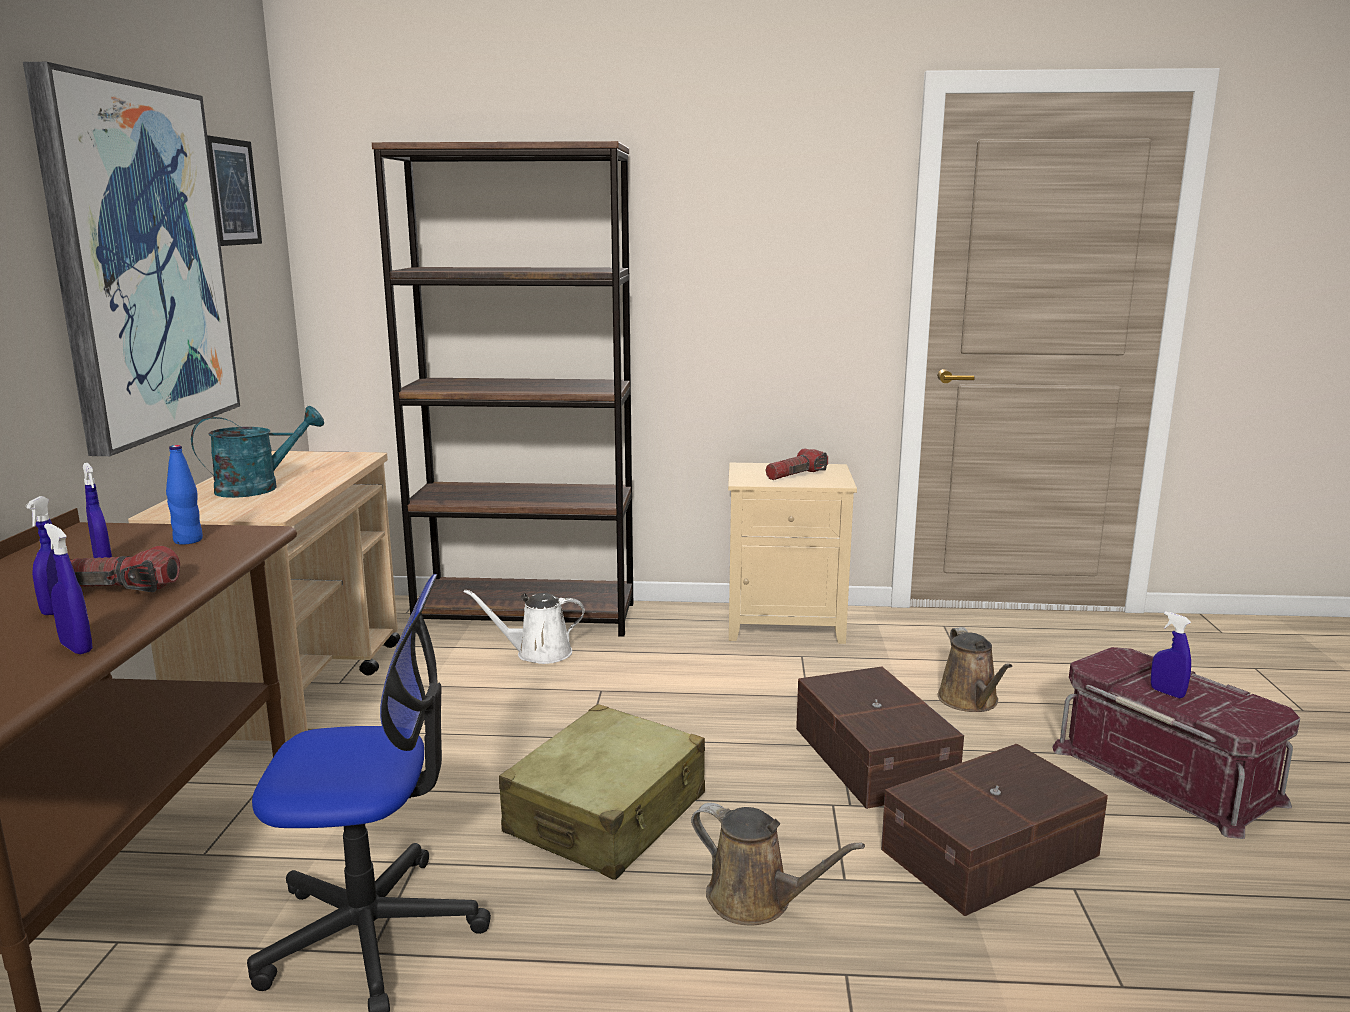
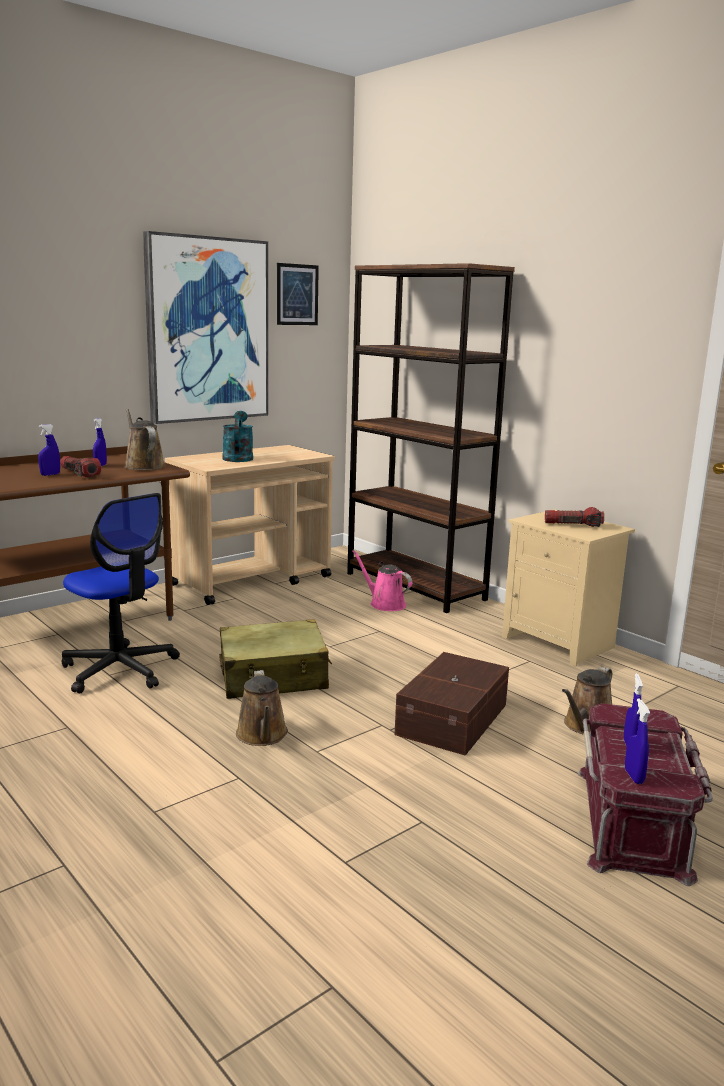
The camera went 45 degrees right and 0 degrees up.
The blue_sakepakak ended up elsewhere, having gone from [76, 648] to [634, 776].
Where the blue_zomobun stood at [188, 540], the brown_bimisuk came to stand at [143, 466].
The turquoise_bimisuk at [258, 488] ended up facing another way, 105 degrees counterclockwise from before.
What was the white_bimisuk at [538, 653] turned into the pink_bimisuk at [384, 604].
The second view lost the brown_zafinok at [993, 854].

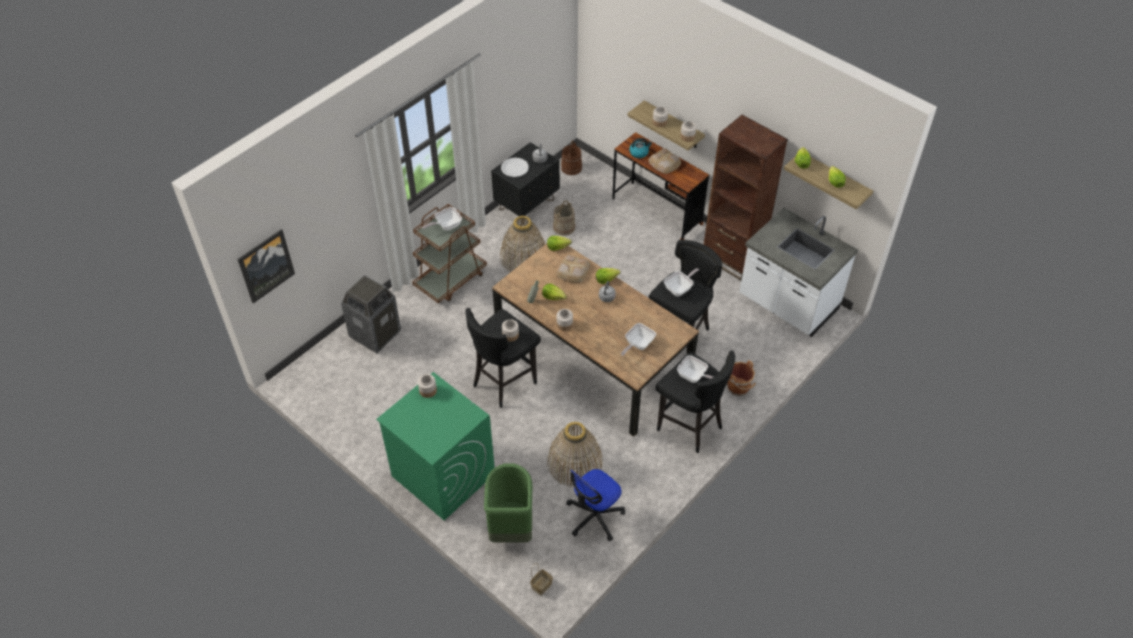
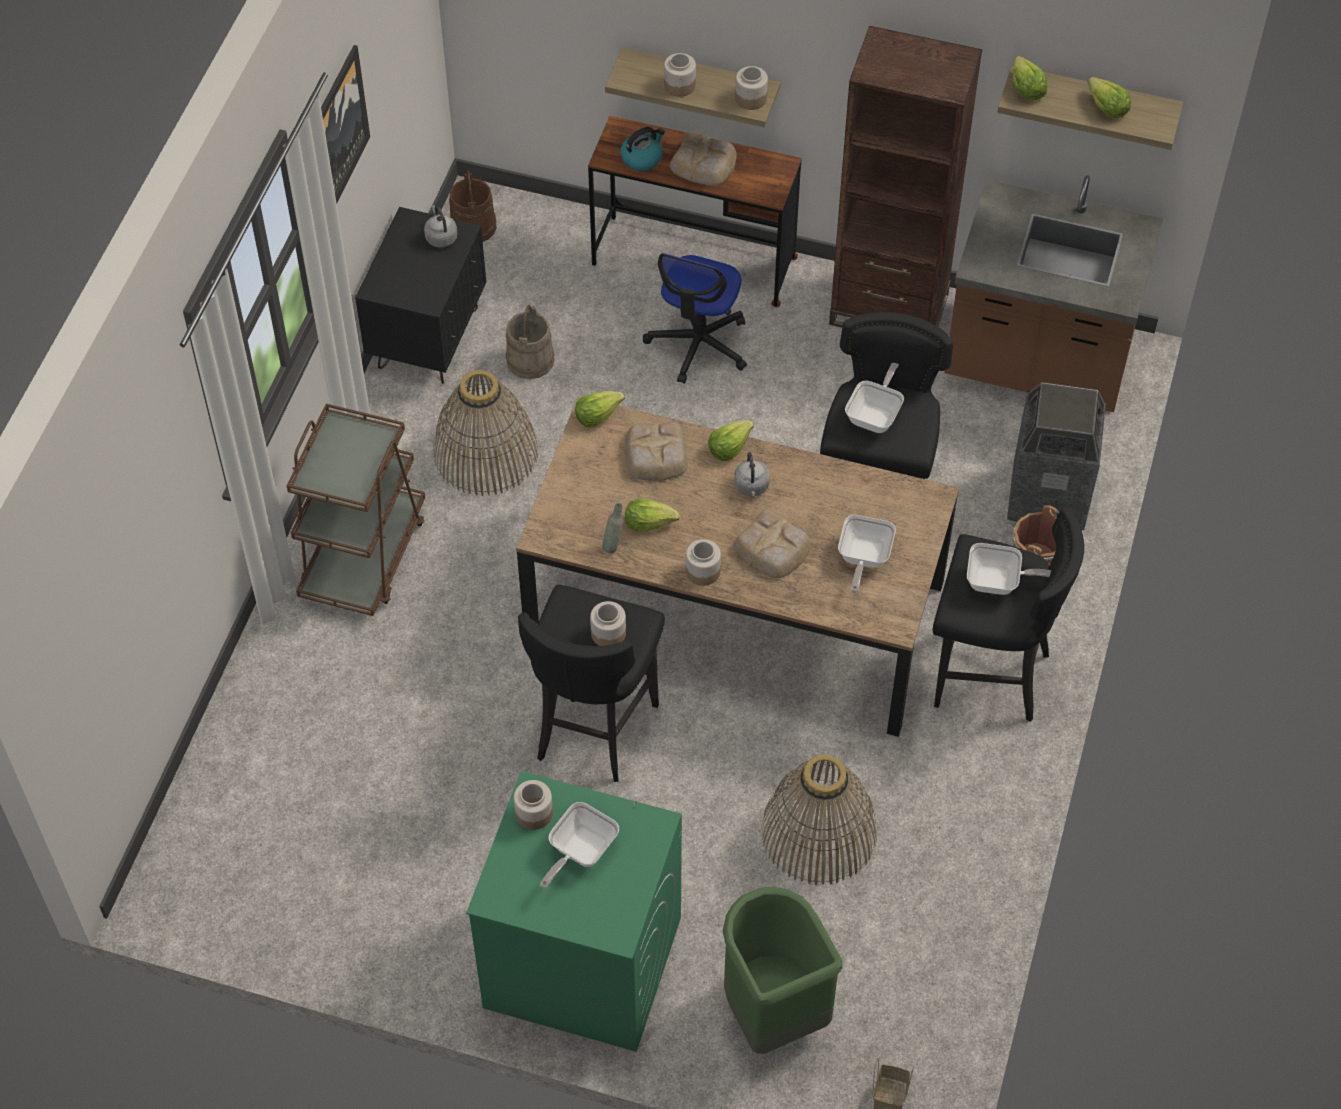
The camera went 25 degrees left and 5 degrees up.
The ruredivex ended up elsewhere, having gone from [265, 265] to [339, 127].
The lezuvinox ended up elsewhere, having gone from [375, 333] to [1048, 495].
The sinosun ended up elsewhere, having gone from [446, 226] to [579, 852].
The second view lost the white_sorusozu at [515, 168].
The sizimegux ended up elsewhere, having gone from [594, 516] to [698, 344].
What was the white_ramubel at [787, 304] turned into the brown_ramubel at [1037, 363].
The second view gained the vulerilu at [772, 549].

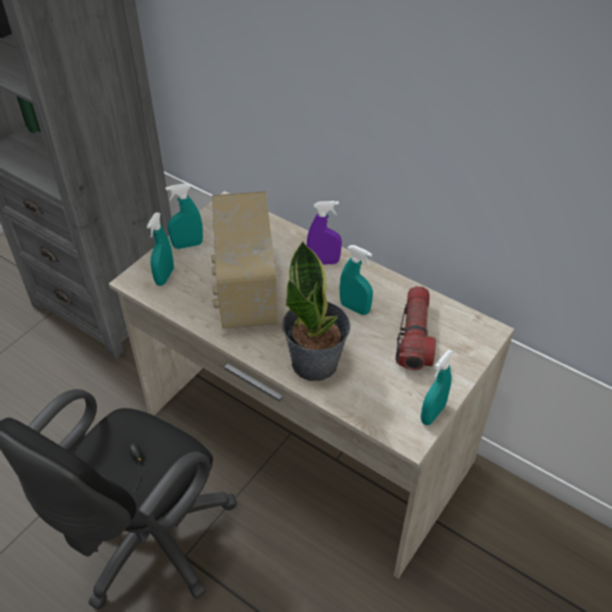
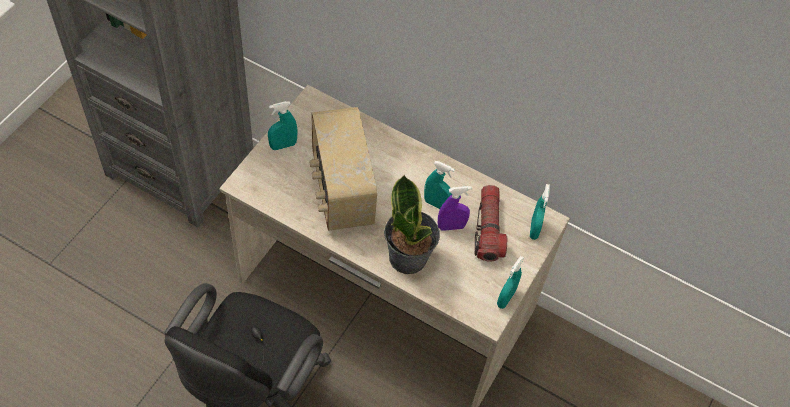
The camera went 10 degrees left and 10 degrees up.
The turquoise_sakepakak ended up elsewhere, having gone from [164, 277] to [534, 229].
The purple_sakepakak ended up elsewhere, having gone from [323, 262] to [451, 226].

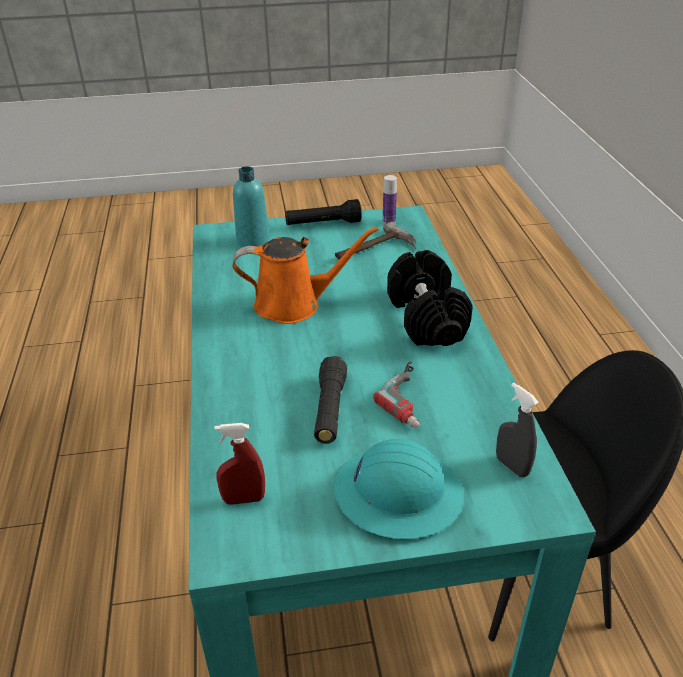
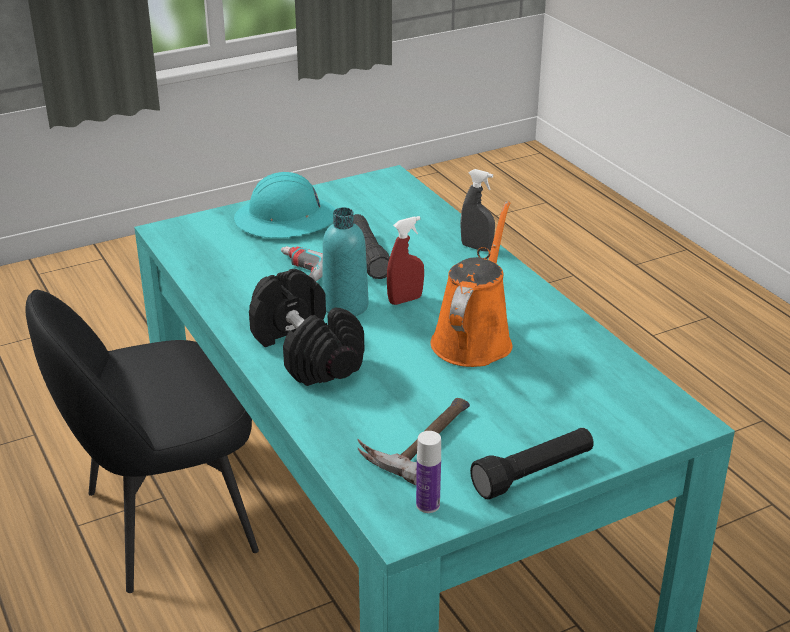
The camera went 160 degrees right and 5 degrees down.
The red_sakepakak ended up elsewhere, having gone from [243, 499] to [405, 300].
The turquoise_zomobun ended up elsewhere, having gone from [253, 241] to [345, 306].
The orange_bimisuk at [294, 304] ended up facing another way, 135 degrees clockwise from before.
The grey_sakepakak ended up elsewhere, having gone from [512, 466] to [476, 247].

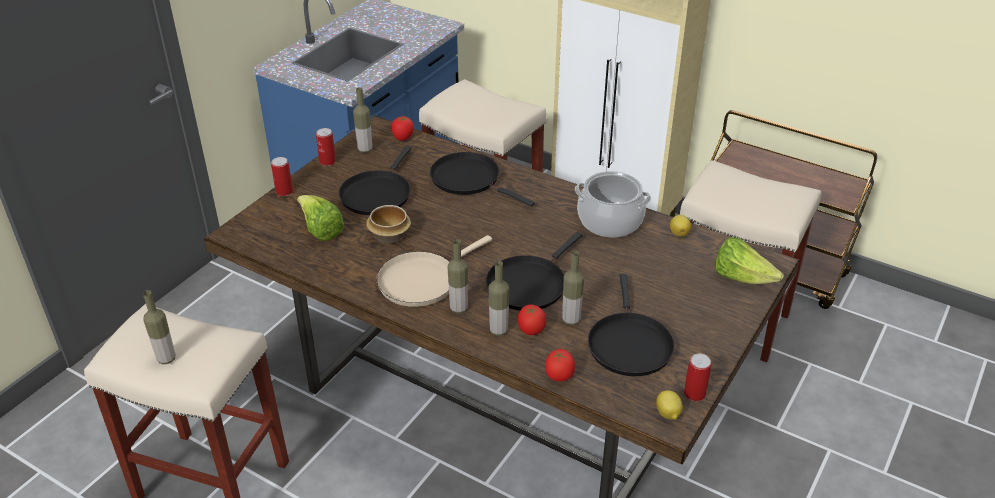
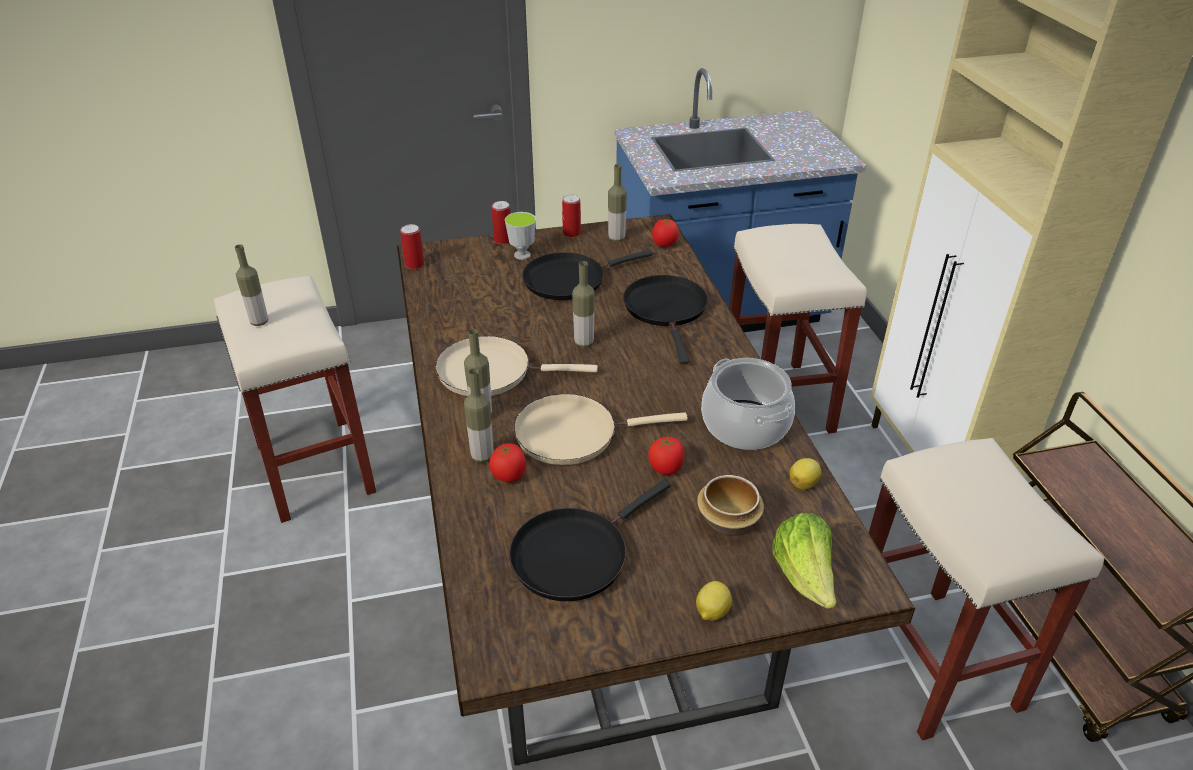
The camera went 45 degrees right and 0 degrees up.
The second view lost the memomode at [320, 230].
The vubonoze ended up elsewhere, having gone from [389, 235] to [728, 519].
What was the black_sinosun at [529, 284] turned into the beige_sinosun at [573, 433].
The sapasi ended up elsewhere, having gone from [559, 375] to [666, 468].
The zomobun ended up elsewhere, having gone from [571, 320] to [584, 343].
The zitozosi ended up elsewhere, having gone from [668, 414] to [711, 612].
The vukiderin ended up elsewhere, having gone from [694, 393] to [414, 264].
The second view gained the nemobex at [522, 255].

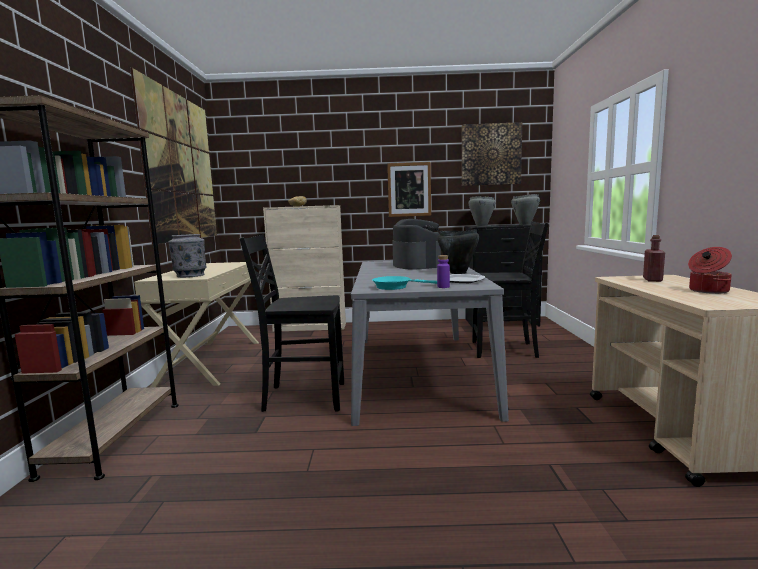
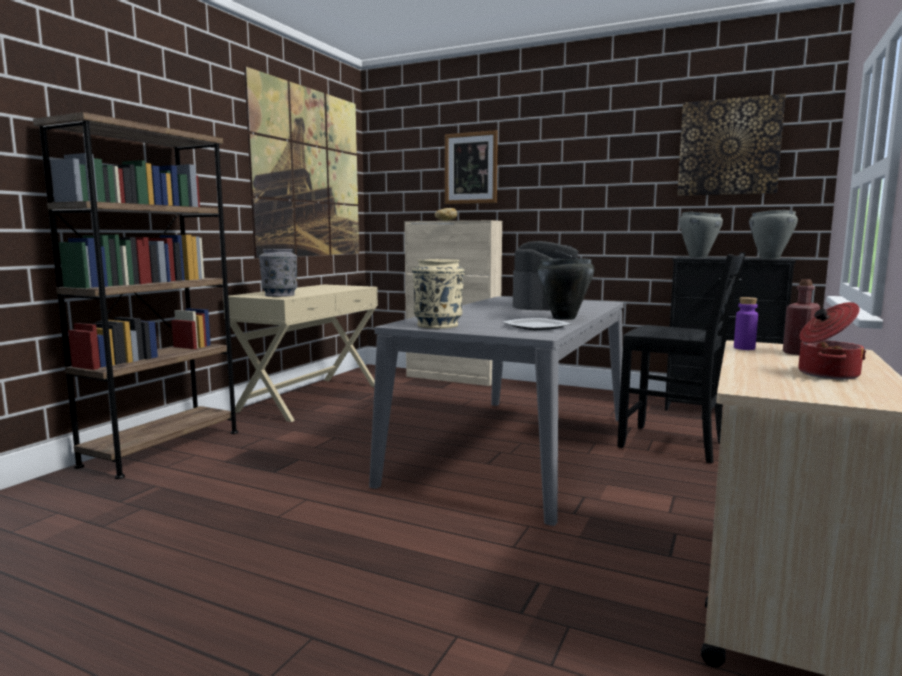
The camera went 25 degrees right and 0 degrees up.
The second view lost the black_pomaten at [303, 397].
Where the turquoise_sinosun stood at [395, 287], the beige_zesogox came to stand at [438, 325].
The ruredivex ended up elsewhere, having gone from [409, 189] to [471, 168].
The purple_zomobun ended up elsewhere, having gone from [443, 287] to [744, 348].

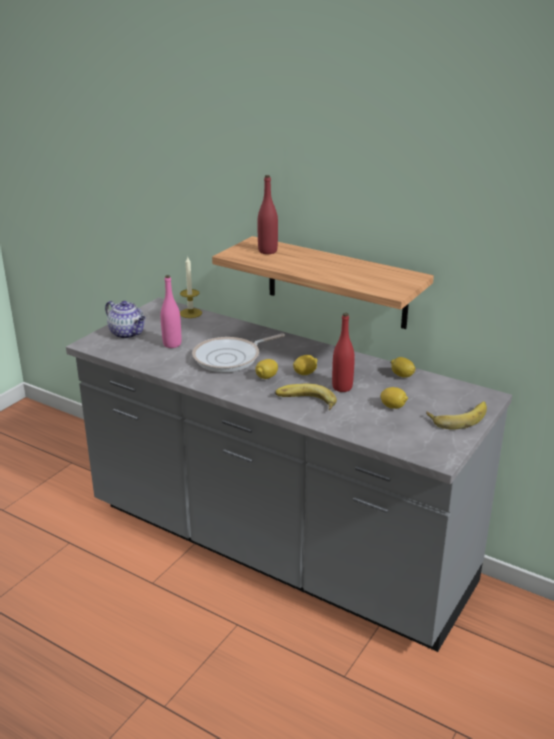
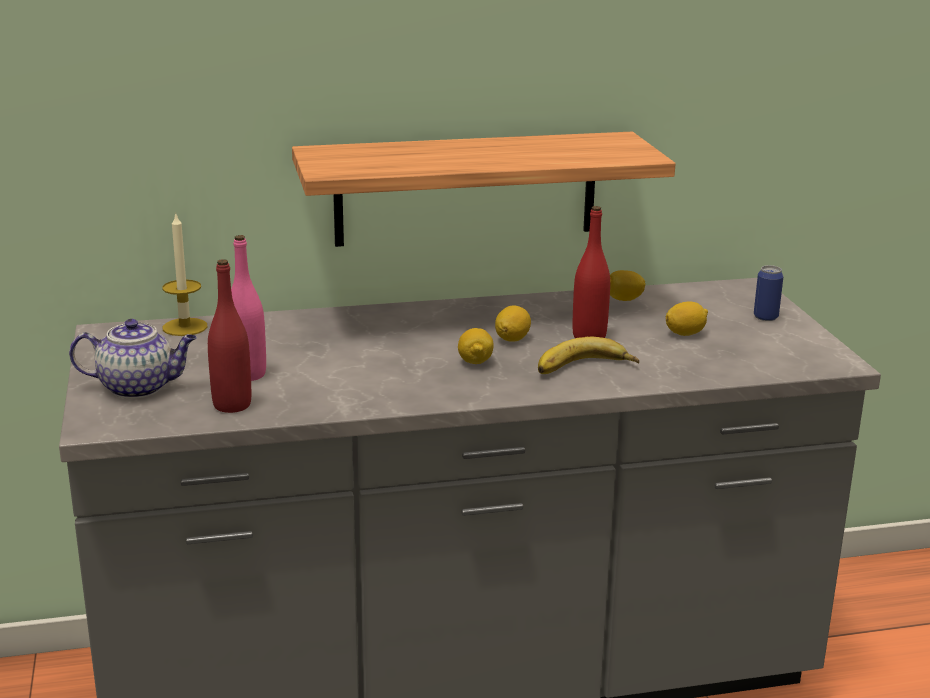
The camera went 45 degrees left and 5 degrees down.
The second view lost the sinosun at [230, 358].
The red_zomobun ended up elsewhere, having gone from [267, 251] to [232, 405].
Where the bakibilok stood at [457, 417], the vukiderin came to stand at [765, 317].

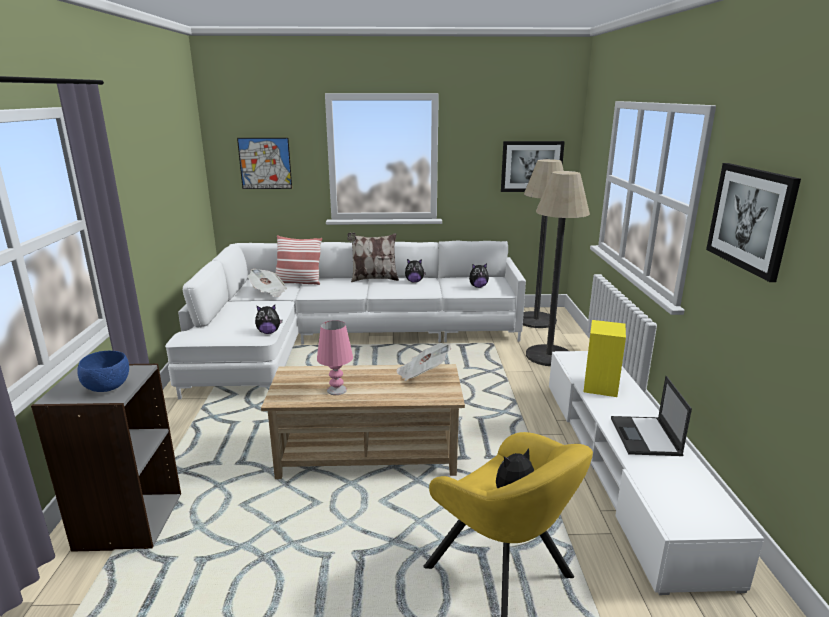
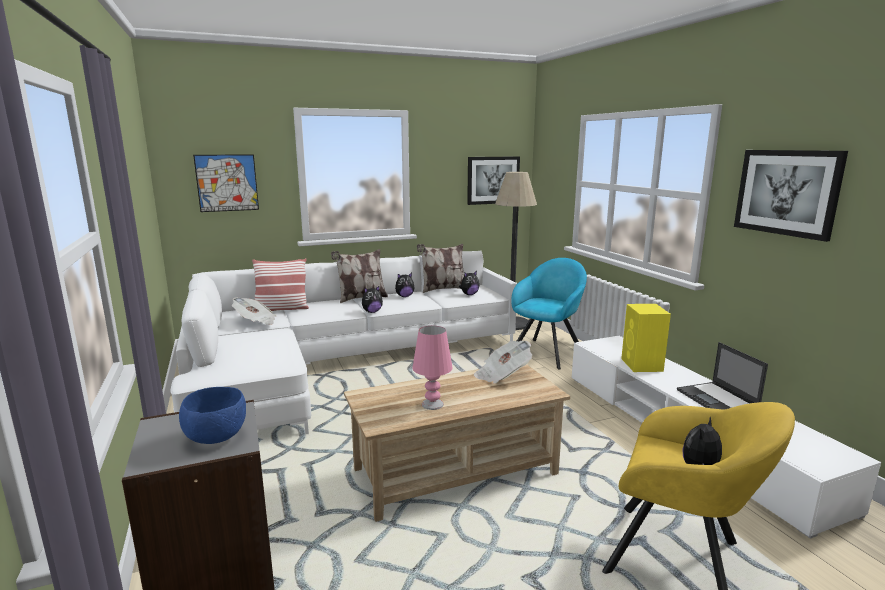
The camera went 20 degrees left and 5 degrees down.
The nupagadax ended up elsewhere, having gone from [269, 332] to [372, 312].
Where the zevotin stood at [549, 356], the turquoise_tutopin came to stand at [547, 352].
The second view gained the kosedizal at [442, 289].

